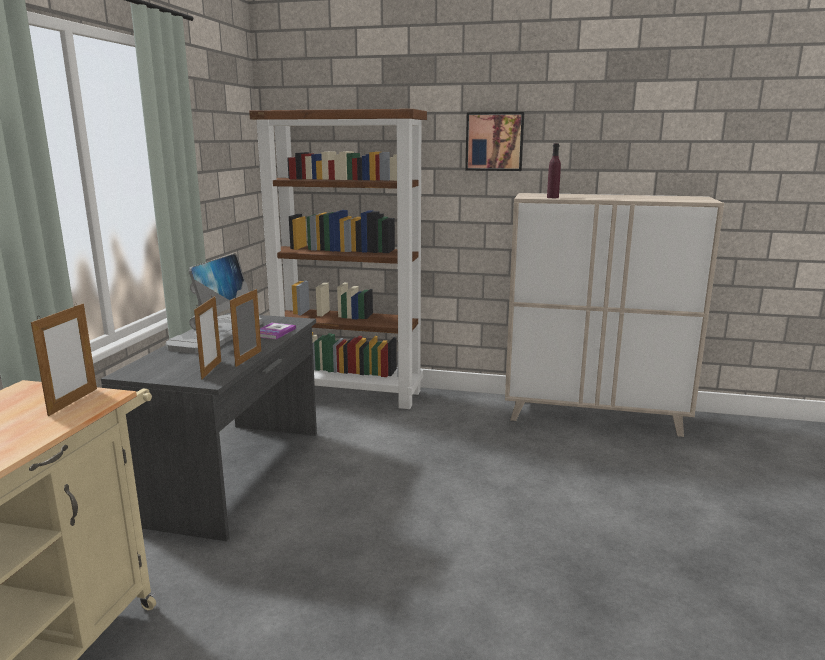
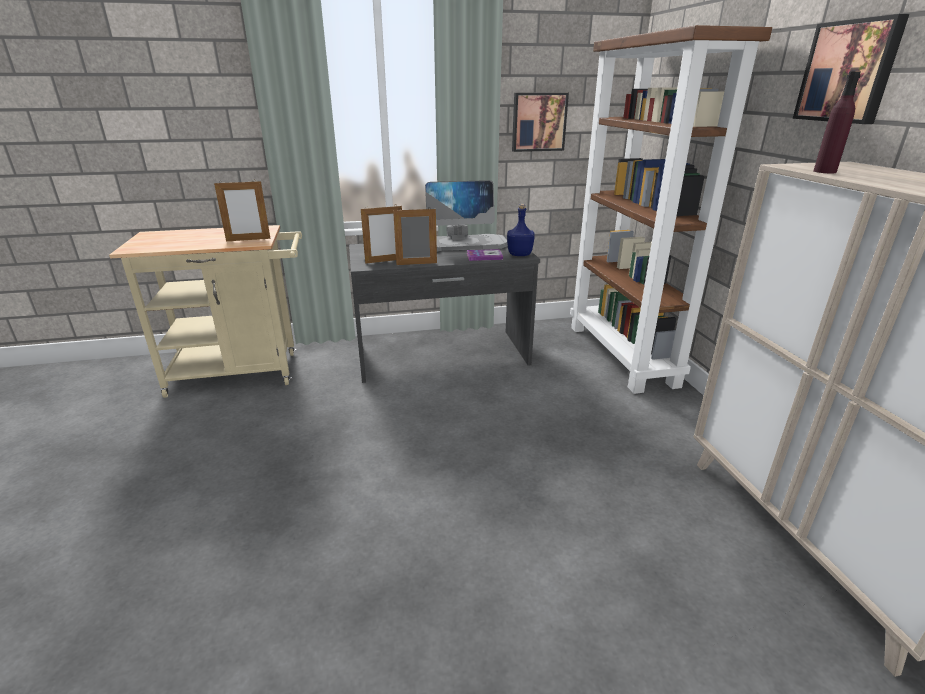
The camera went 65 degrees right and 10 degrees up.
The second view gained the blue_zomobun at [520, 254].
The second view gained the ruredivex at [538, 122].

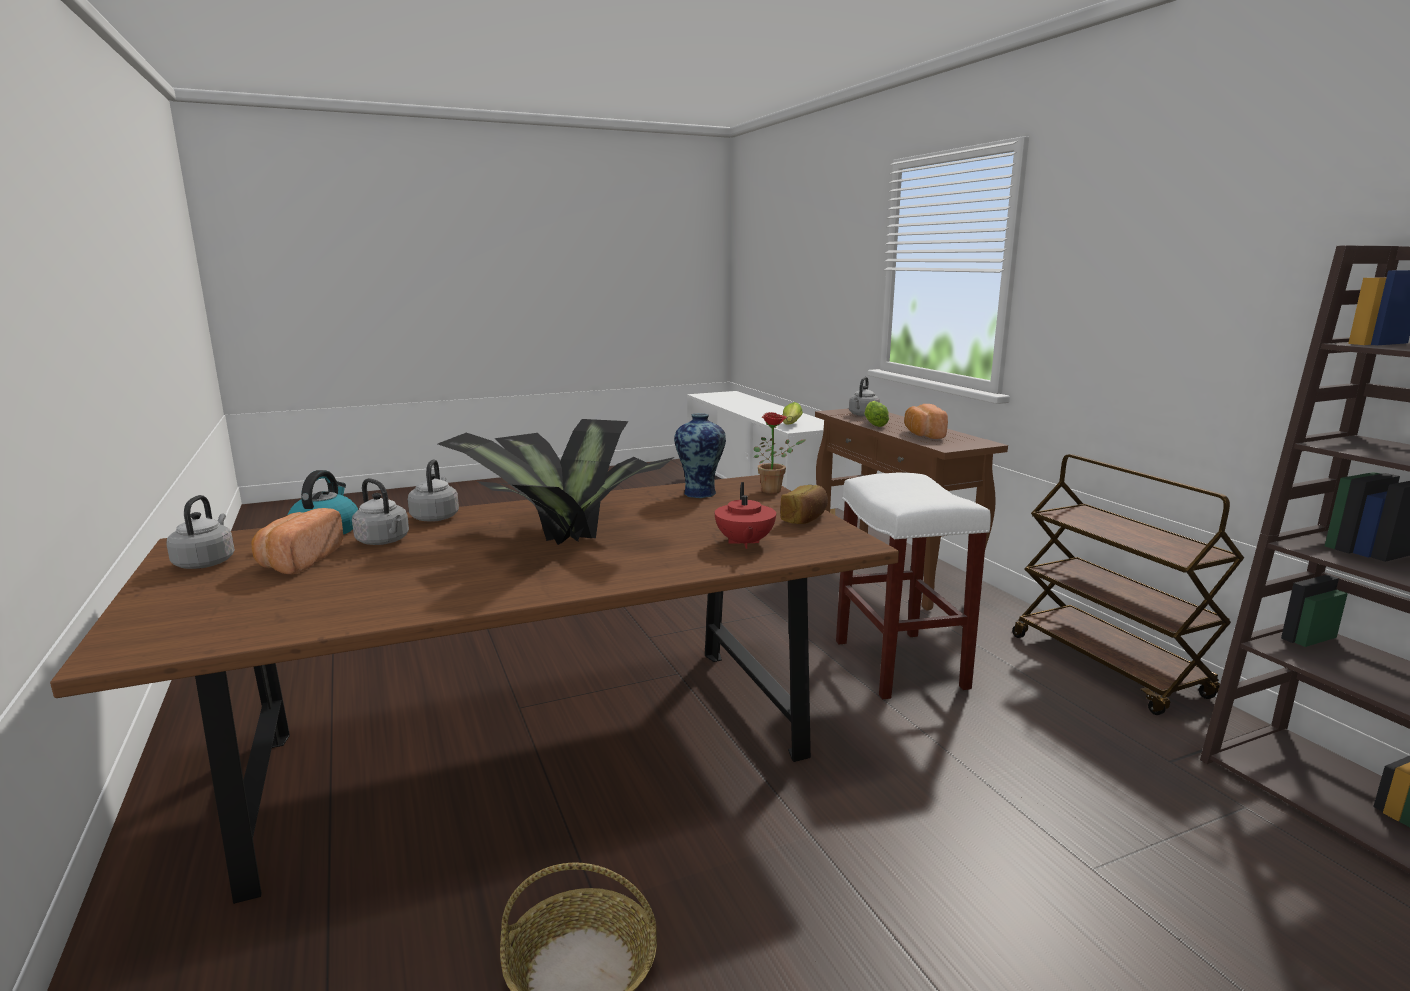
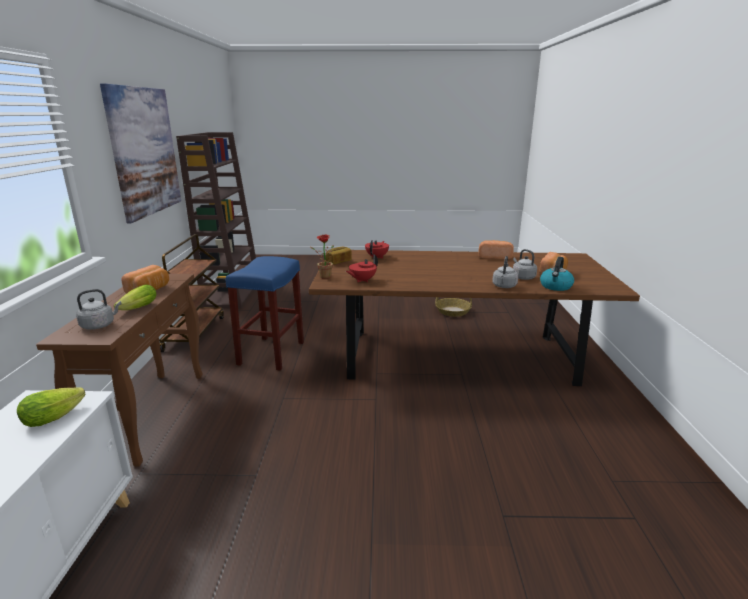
The camera went 155 degrees left and 5 degrees up.
The second view lost the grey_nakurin at [206, 562].
The second view lost the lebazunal at [562, 532].
Where the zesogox stood at [700, 493], the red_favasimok came to stand at [362, 280].
What was the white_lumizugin at [901, 665] turned into the blue_lumizugin at [271, 352].
The second view gained the ruredivex at [144, 151].
The second view gained the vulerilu at [494, 257].

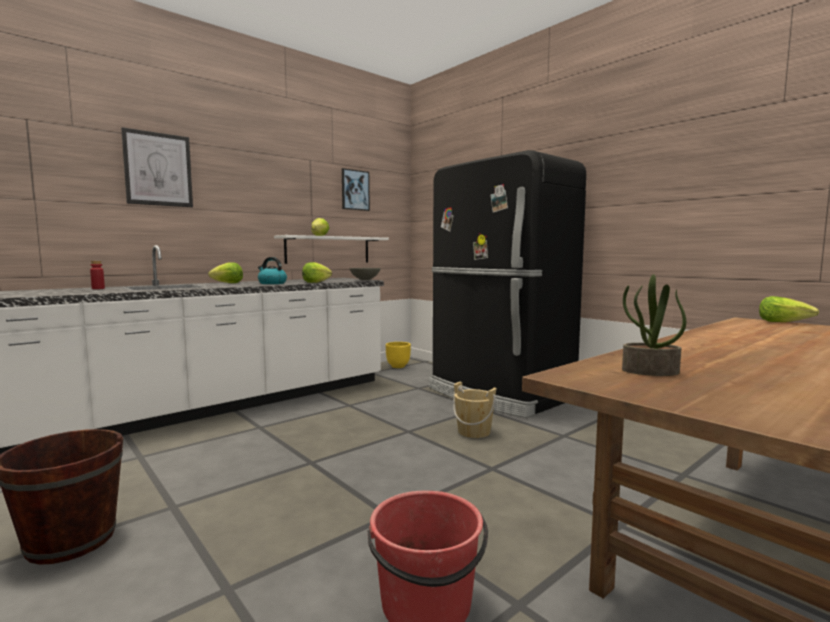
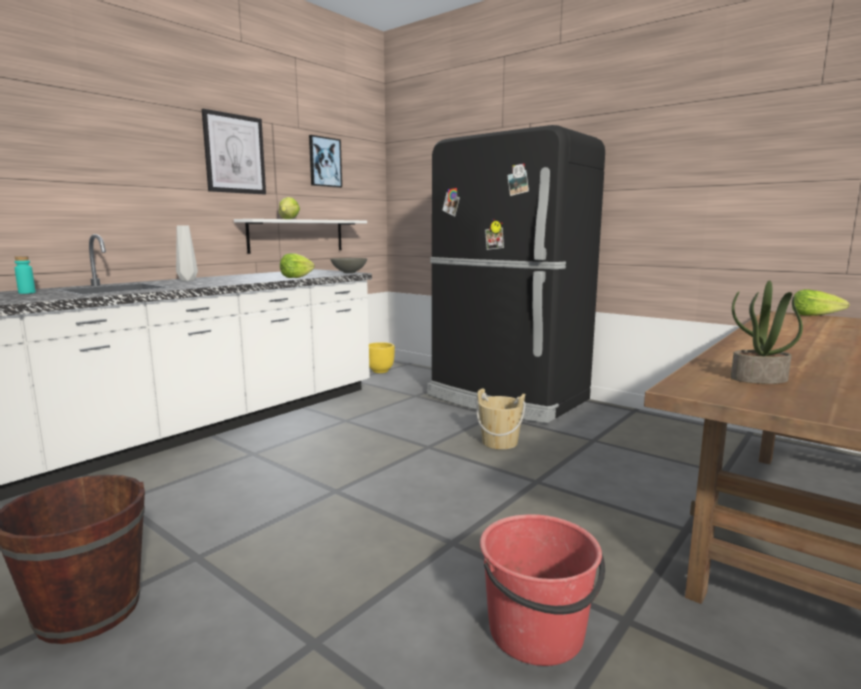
The camera went 10 degrees left and 5 degrees up.
What was the red_zomobun at [98, 288] turned into the turquoise_zomobun at [27, 293].
The ruredivex ended up elsewhere, having gone from [158, 169] to [234, 154].
Where the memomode stood at [227, 283], the grey_zesogox came to stand at [186, 280].
The second view lost the nakurin at [272, 283].

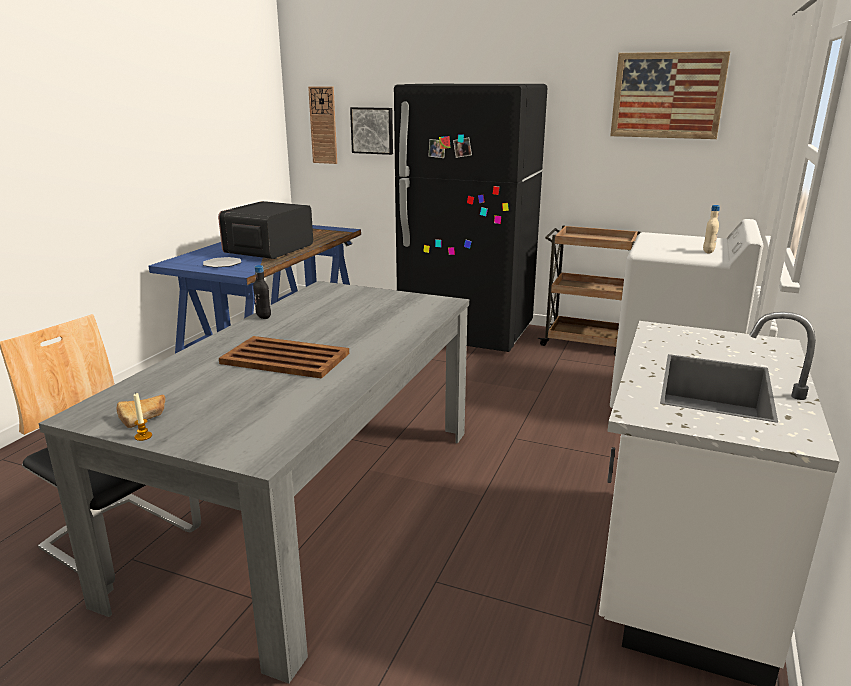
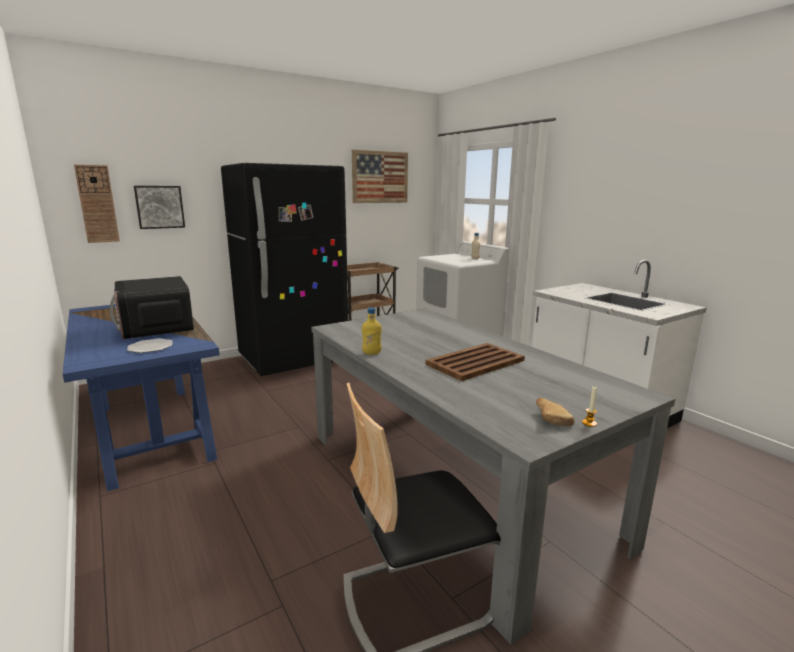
The camera went 55 degrees left and 5 degrees down.
What was the black_zomobun at [263, 317] turned into the yellow_zomobun at [371, 353].

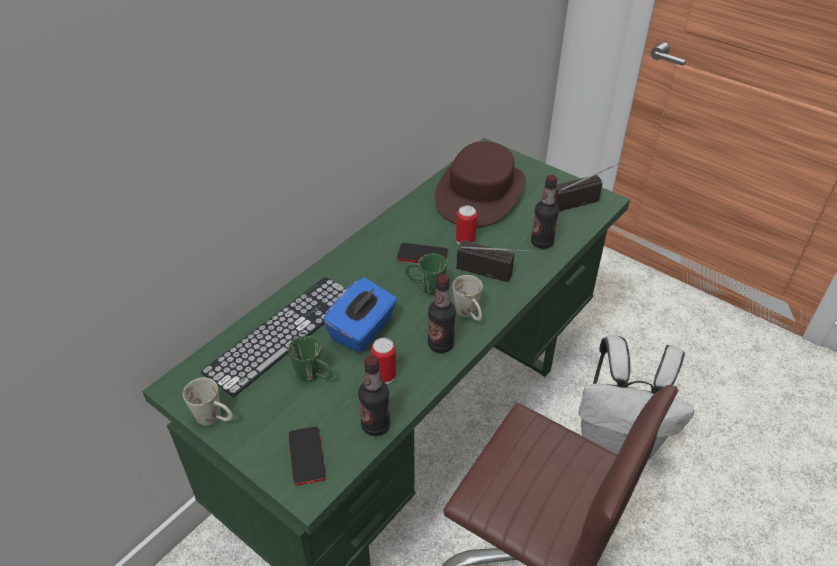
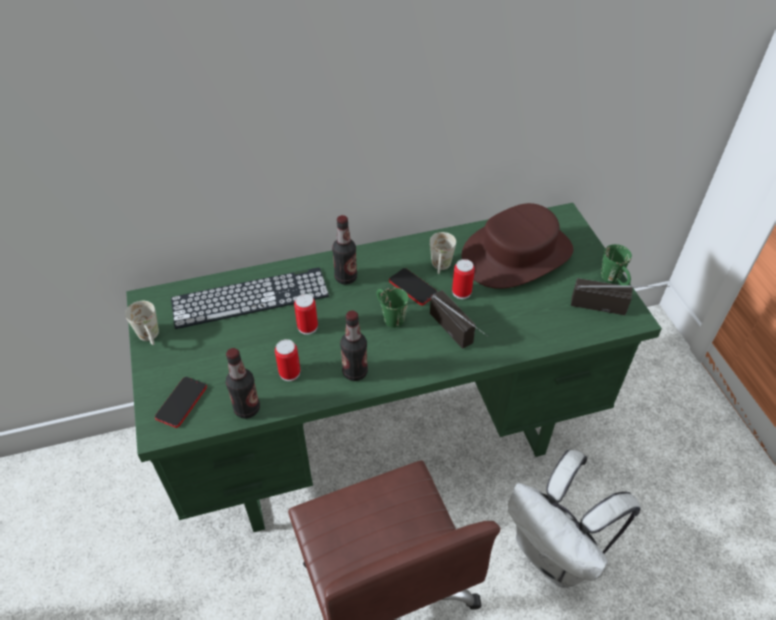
The camera went 35 degrees right and 5 degrees up.
The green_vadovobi ended up elsewhere, having gone from [315, 376] to [614, 280].
Where the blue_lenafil stood at [362, 330], the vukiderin came to stand at [307, 327].
The white_vadovobi ended up elsewhere, having gone from [469, 315] to [440, 268].
The zomobun ended up elsewhere, having gone from [542, 242] to [346, 277].

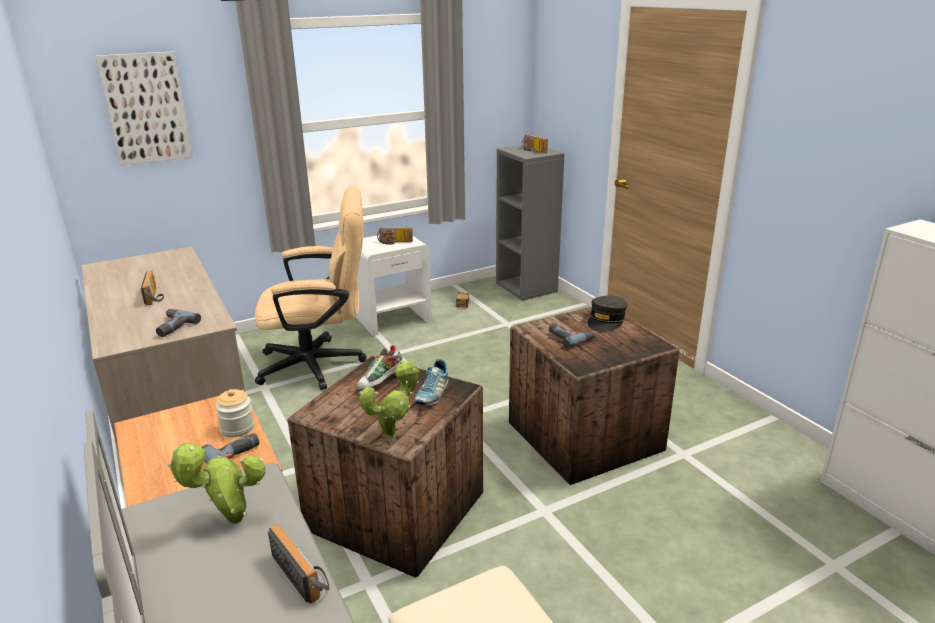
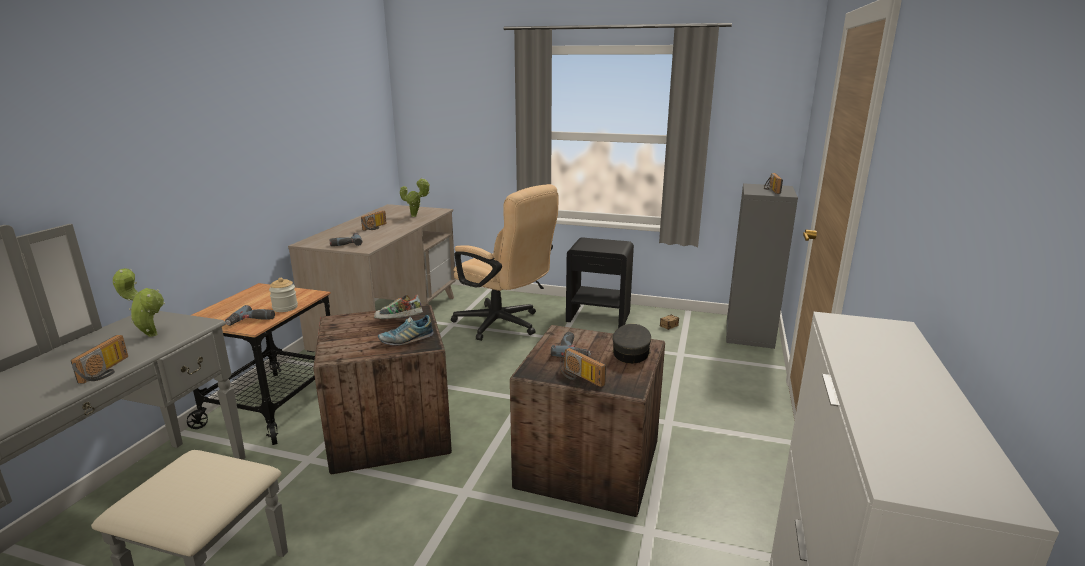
The camera went 45 degrees right and 5 degrees down.
The second view lost the ruredivex at [146, 108].
What was the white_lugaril at [394, 319] turned into the black_lugaril at [599, 316].
The lebazunal ended up elsewhere, having gone from [394, 433] to [415, 216].
The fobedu ended up elsewhere, having gone from [395, 242] to [579, 378].
The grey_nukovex at [606, 321] ended up facing another way, 120 degrees clockwise from before.

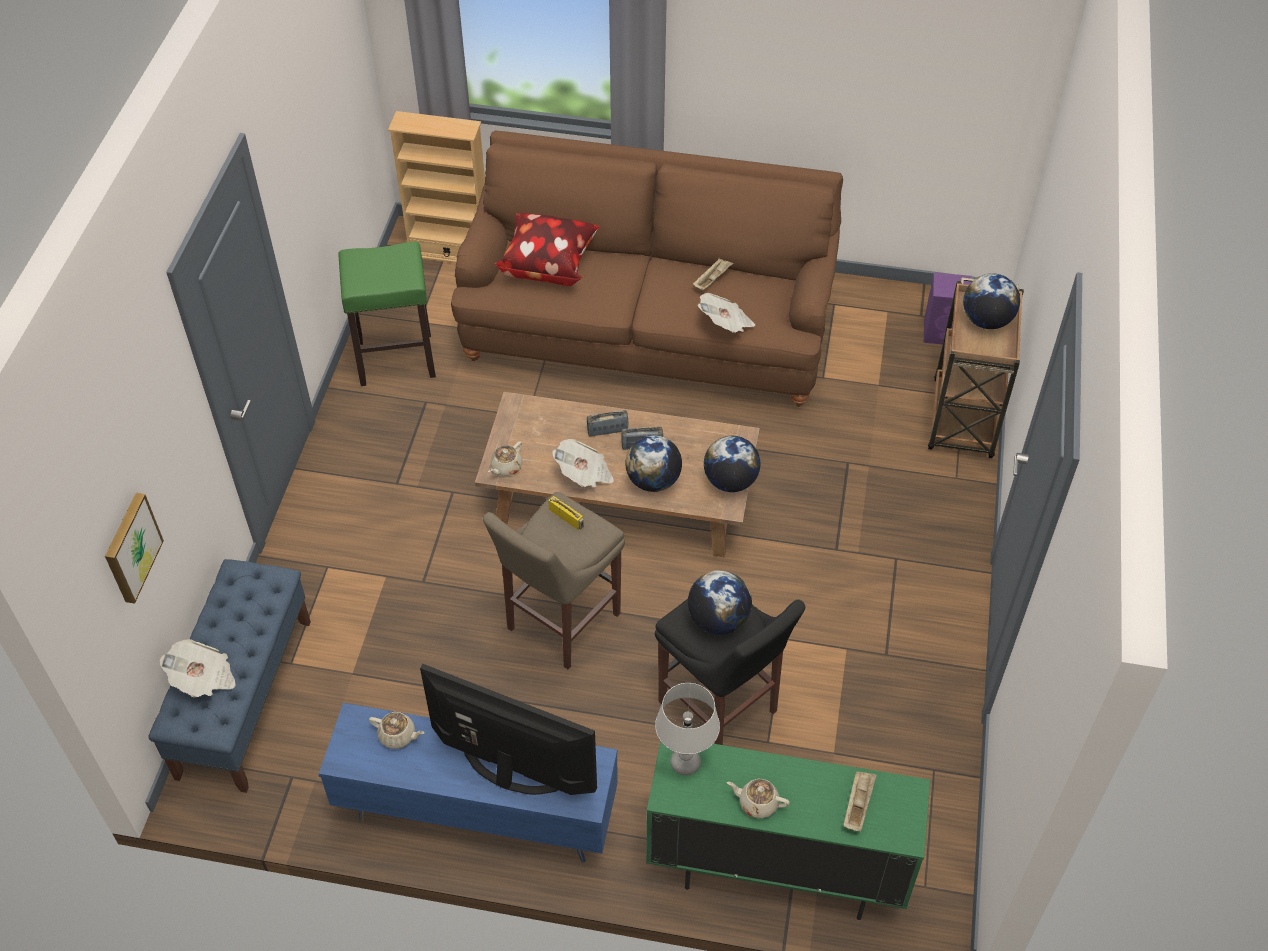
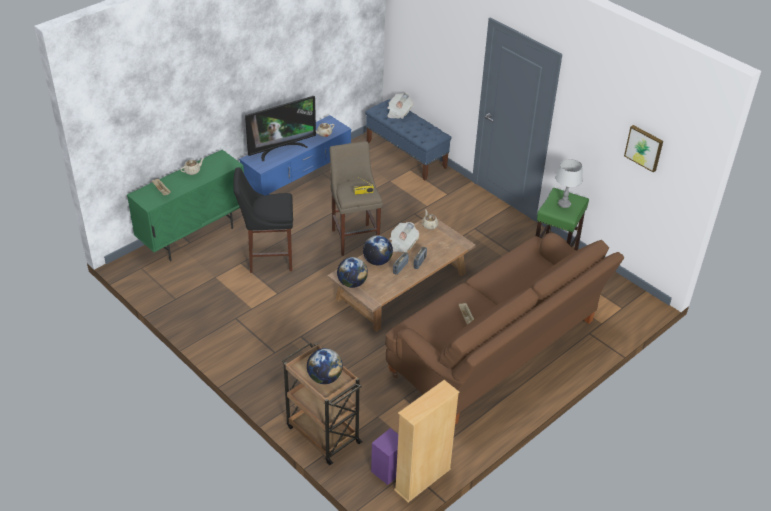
The camera went 125 degrees right and 10 degrees down.
The ruredivex ended up elsewhere, having gone from [130, 547] to [644, 147].
The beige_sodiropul ended up elsewhere, having gone from [450, 252] to [422, 479].
The second view lost the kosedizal at [547, 265].
The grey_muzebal ended up elsewhere, having gone from [685, 763] to [564, 204].
The second view lost the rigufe at [718, 619].
The second view lost the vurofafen at [725, 324].

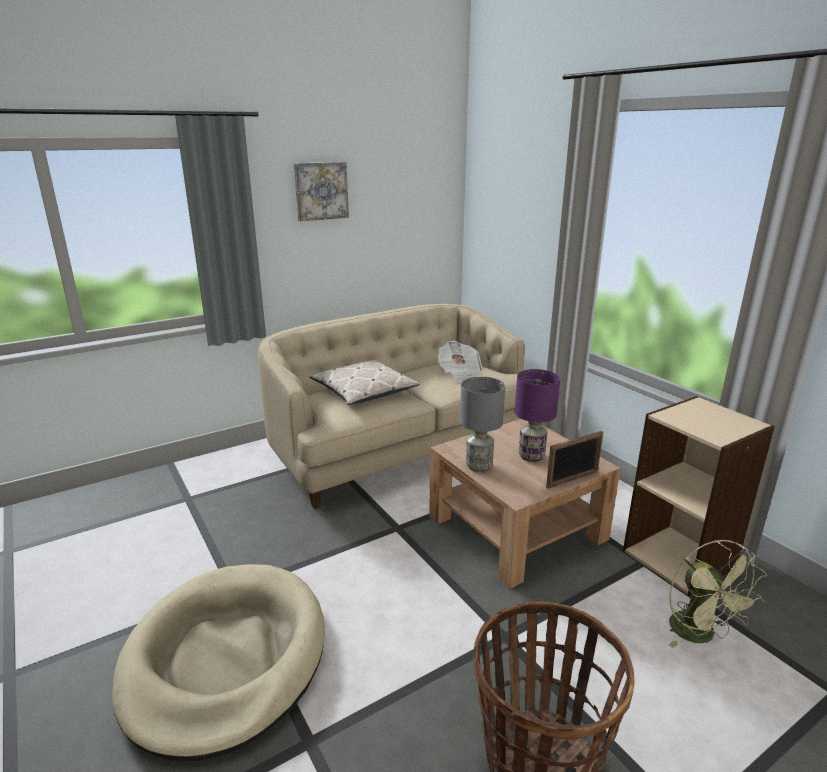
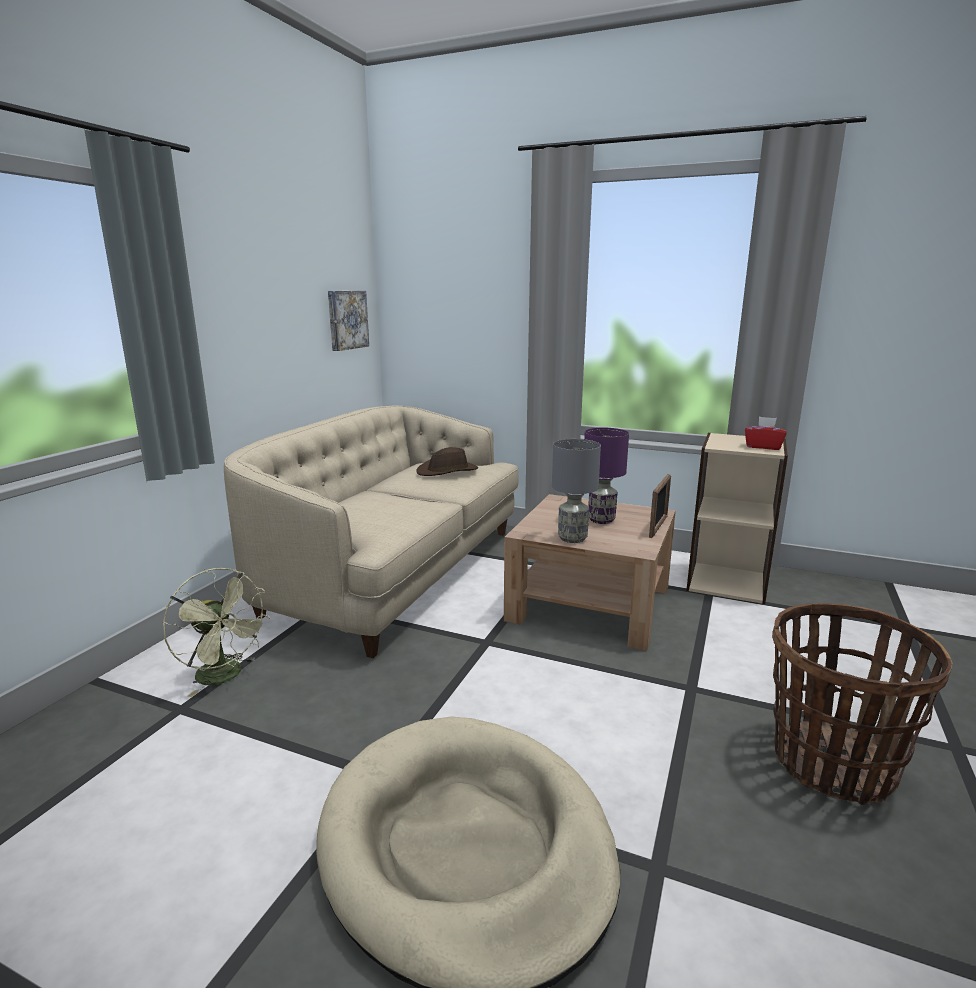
The camera went 35 degrees left and 5 degrees down.
The ruredivex ended up elsewhere, having gone from [320, 191] to [346, 320].
The second view lost the kosedizal at [363, 390].
Where the vurofafen stood at [459, 374], the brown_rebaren came to stand at [447, 471].
The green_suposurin ended up elsewhere, having gone from [700, 635] to [226, 676].
The second view gained the red_lenafil at [763, 446].

